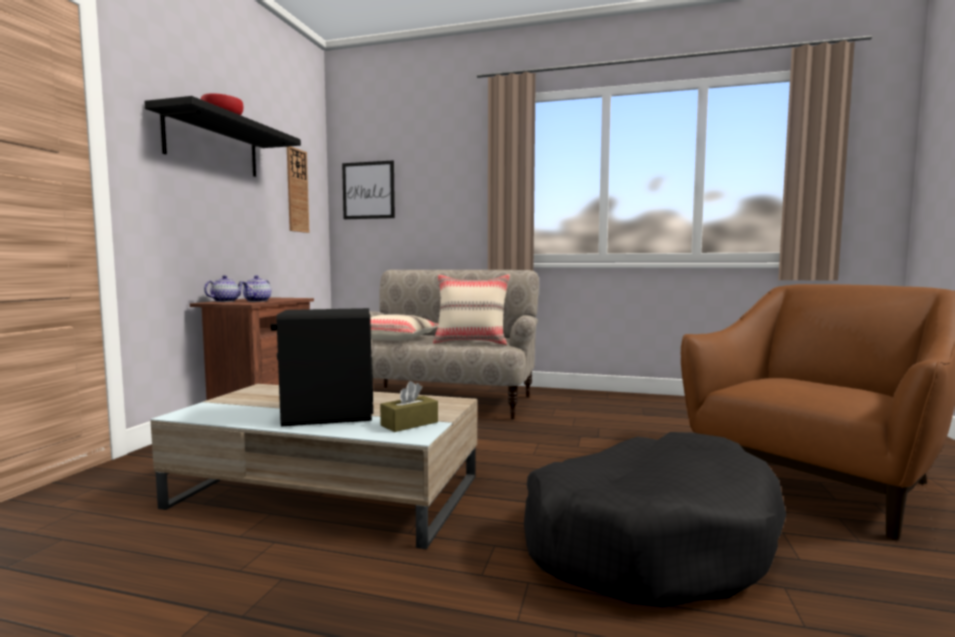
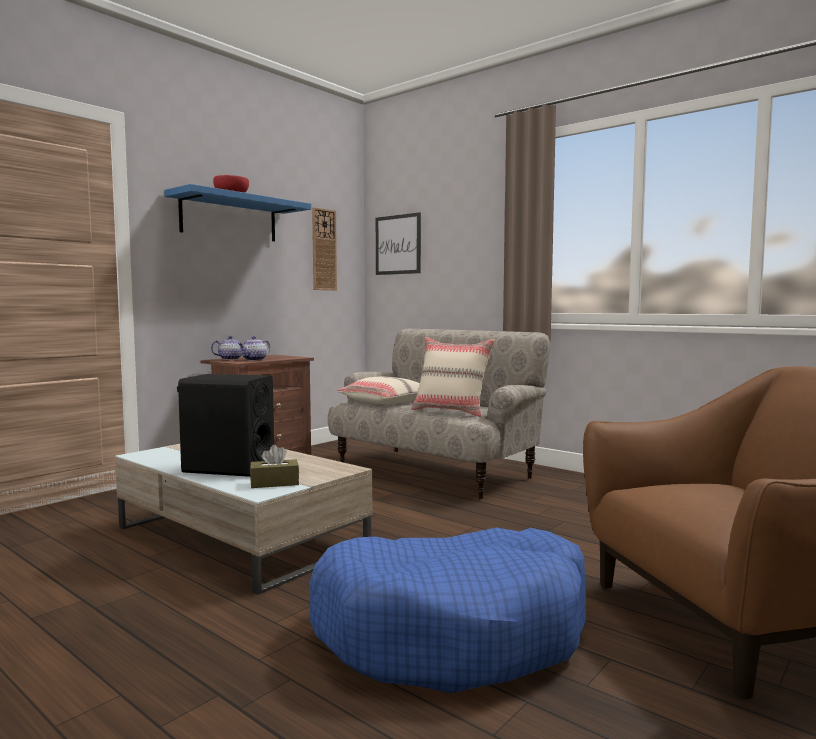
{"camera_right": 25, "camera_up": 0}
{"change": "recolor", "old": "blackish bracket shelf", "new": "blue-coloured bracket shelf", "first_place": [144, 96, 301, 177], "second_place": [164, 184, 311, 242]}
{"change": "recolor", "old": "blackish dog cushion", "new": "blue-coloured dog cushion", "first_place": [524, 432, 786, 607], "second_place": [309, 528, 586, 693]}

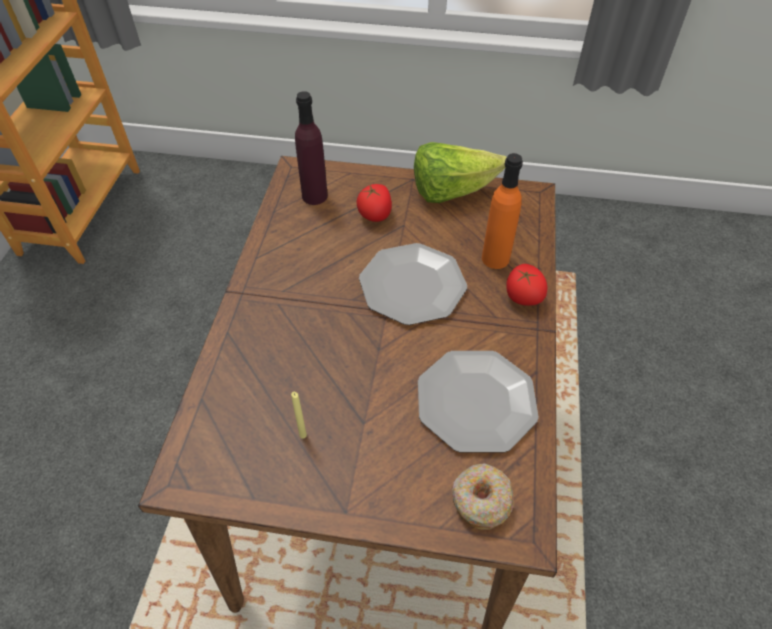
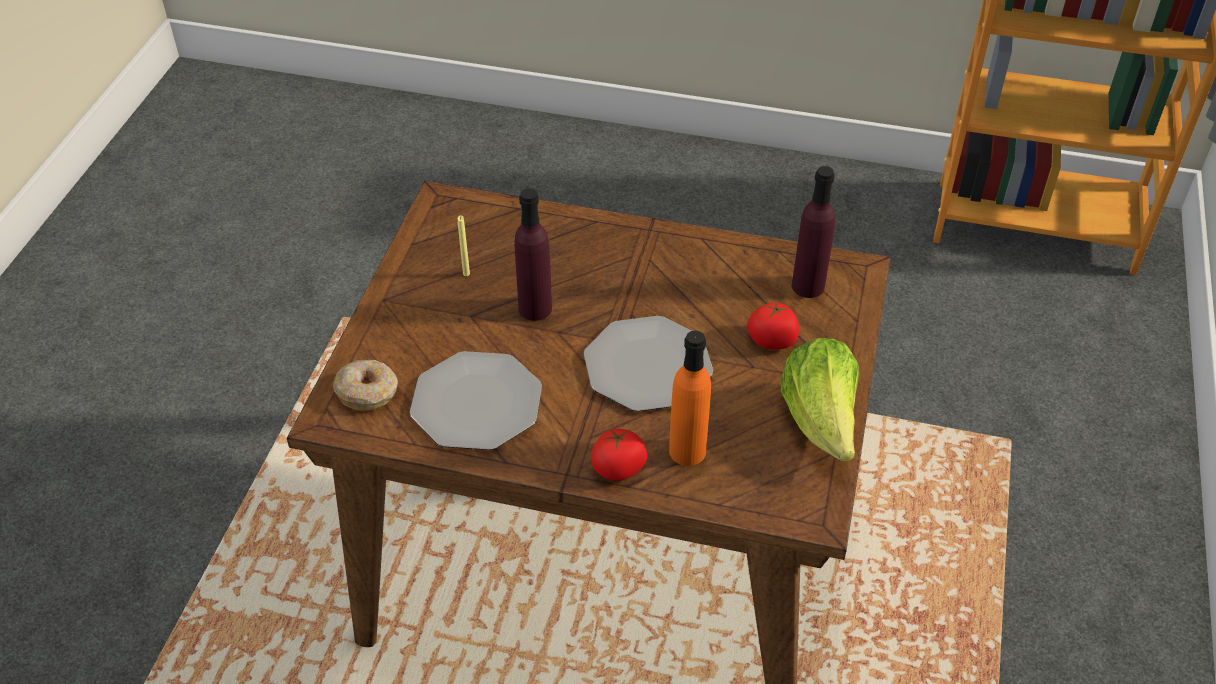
{"camera_right": 95, "camera_up": -5}
{"change": "insert", "new": "purple beverage bottle", "second_place": [514, 188, 552, 321]}

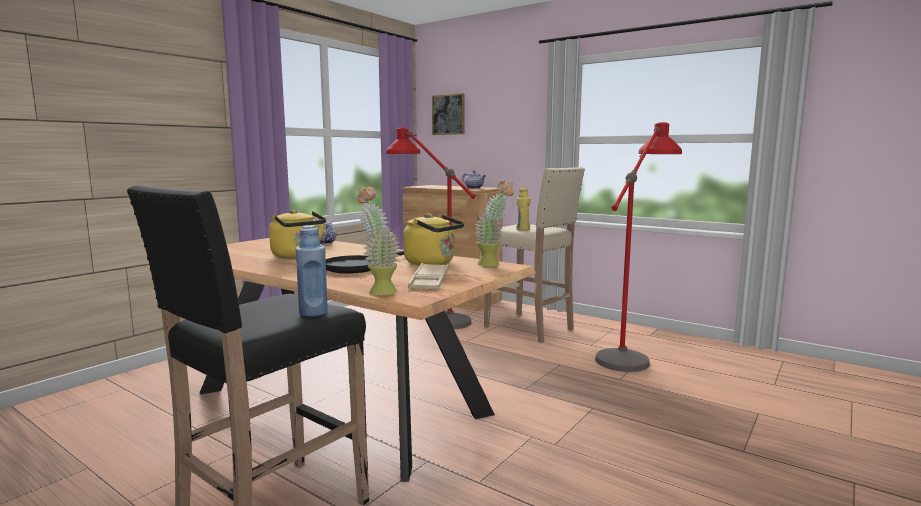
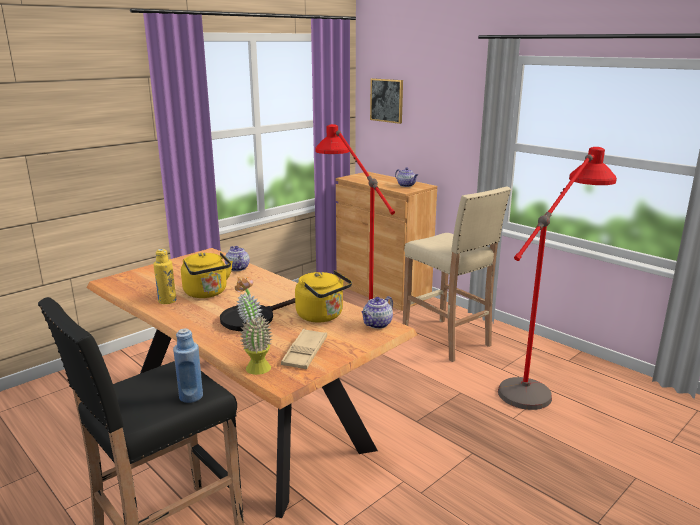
{"camera_right": 10, "camera_up": 10}
{"change": "replace", "old": "plant in a pot", "new": "tea pot", "first_place": [475, 181, 514, 267], "second_place": [361, 296, 393, 329]}
{"change": "move", "old": "yellow beverage bottle", "first_place": [516, 187, 531, 231], "second_place": [153, 249, 176, 304]}

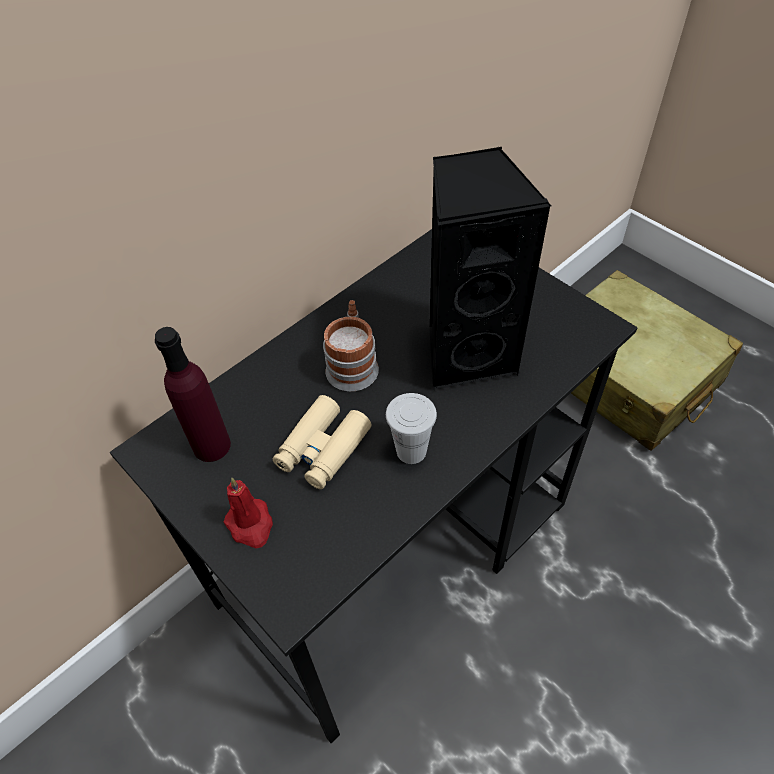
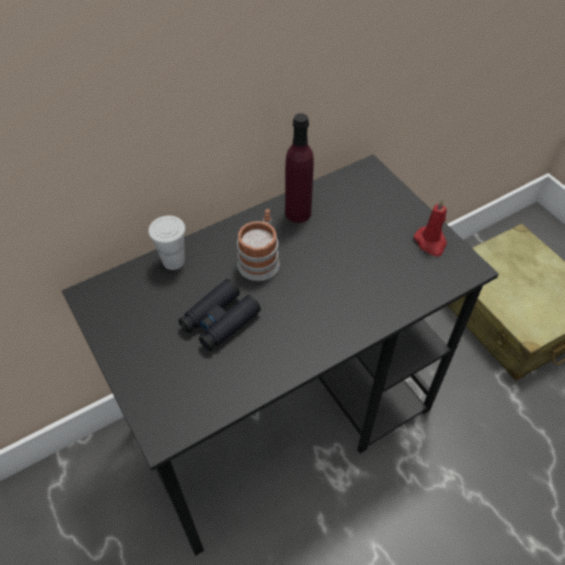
{"camera_right": 10, "camera_up": 0}
{"change": "delete", "old": "blackish audio speaker", "first_place": [429, 147, 551, 390]}
{"change": "move", "old": "purple beverage bottle", "first_place": [155, 327, 231, 462], "second_place": [285, 113, 314, 223]}
{"change": "move", "old": "whitish cup", "first_place": [386, 393, 437, 464], "second_place": [148, 216, 185, 270]}
{"change": "recolor", "old": "beige field glasses", "new": "blackish field glasses", "first_place": [273, 395, 372, 489], "second_place": [178, 279, 261, 351]}
{"change": "move", "old": "red wax light", "first_place": [223, 477, 273, 548], "second_place": [414, 199, 447, 256]}

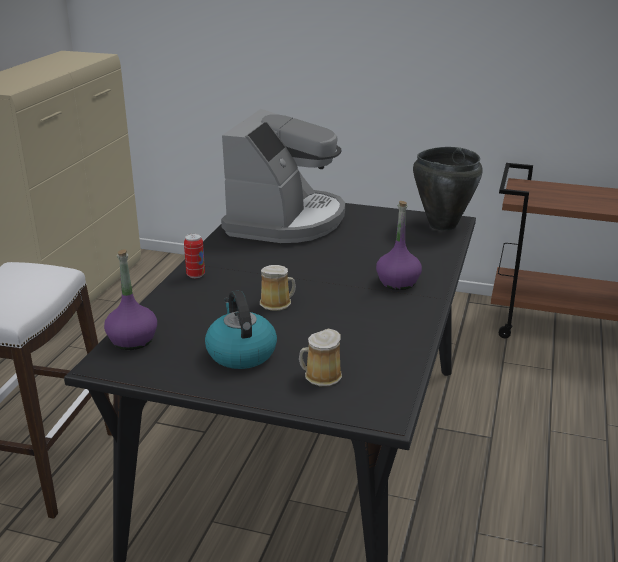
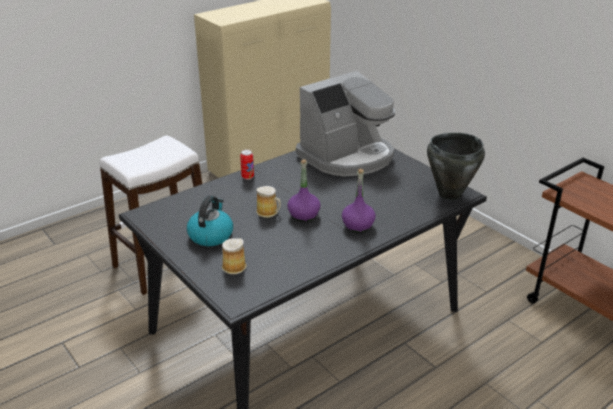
{"camera_right": 35, "camera_up": 5}
{"change": "move", "old": "purple beverage bottle", "first_place": [104, 249, 157, 350], "second_place": [287, 159, 320, 222]}

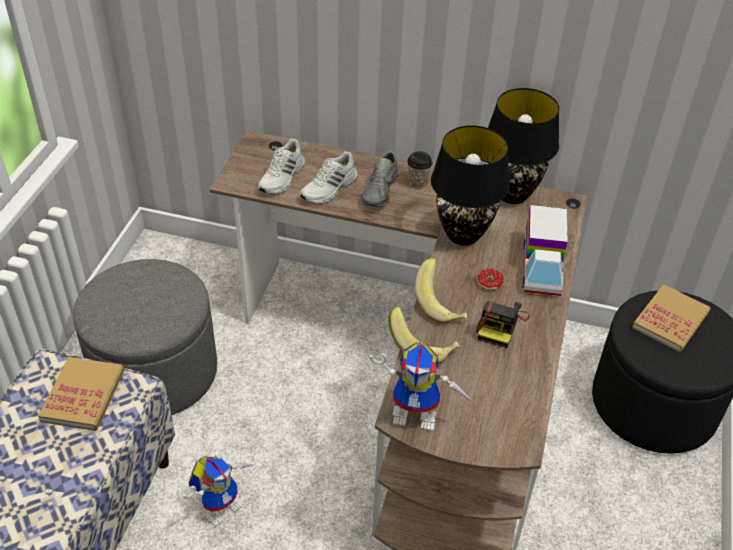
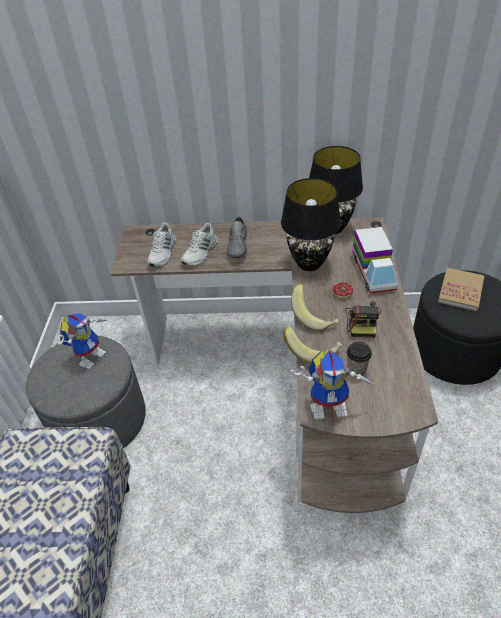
{"camera_right": -10, "camera_up": 0}
{"change": "move", "old": "cup", "first_place": [407, 151, 432, 189], "second_place": [347, 342, 372, 375]}
{"change": "delete", "old": "book", "first_place": [38, 357, 125, 431]}
{"change": "move", "old": "model robot", "first_place": [183, 455, 254, 527], "second_place": [55, 313, 108, 370]}

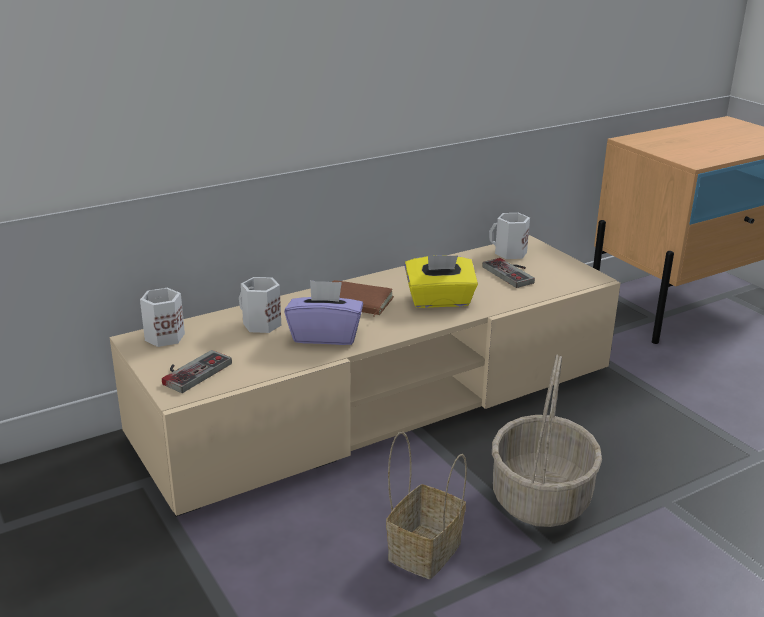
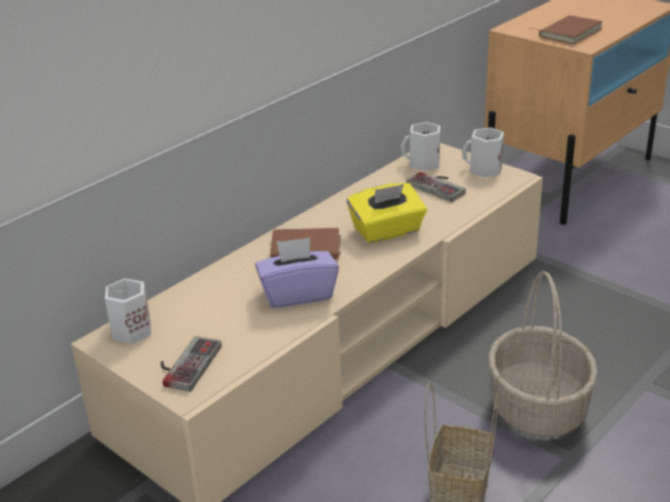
{"camera_right": -15, "camera_up": 5}
{"change": "move", "old": "whitish coffee mug", "first_place": [239, 277, 281, 333], "second_place": [462, 127, 504, 178]}
{"change": "insert", "new": "brown book", "second_place": [529, 15, 602, 44]}

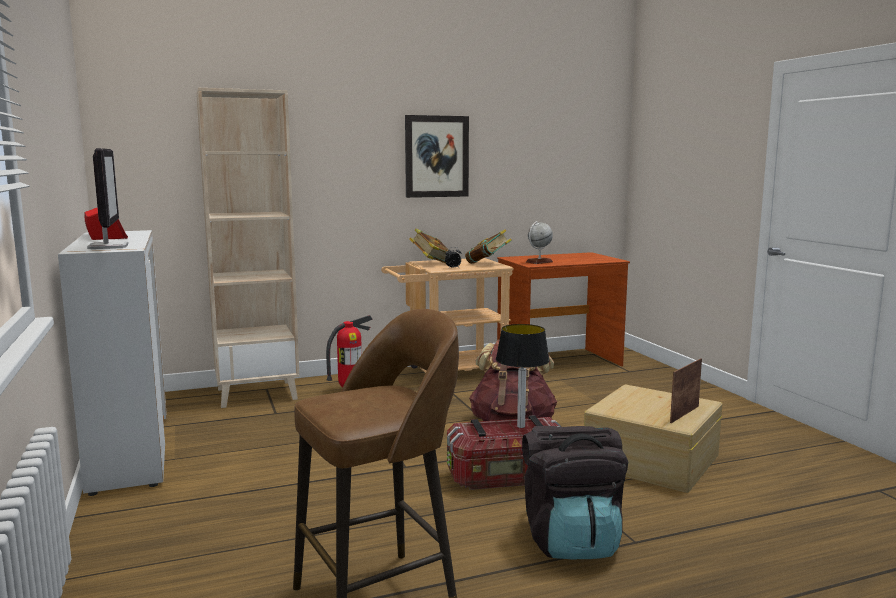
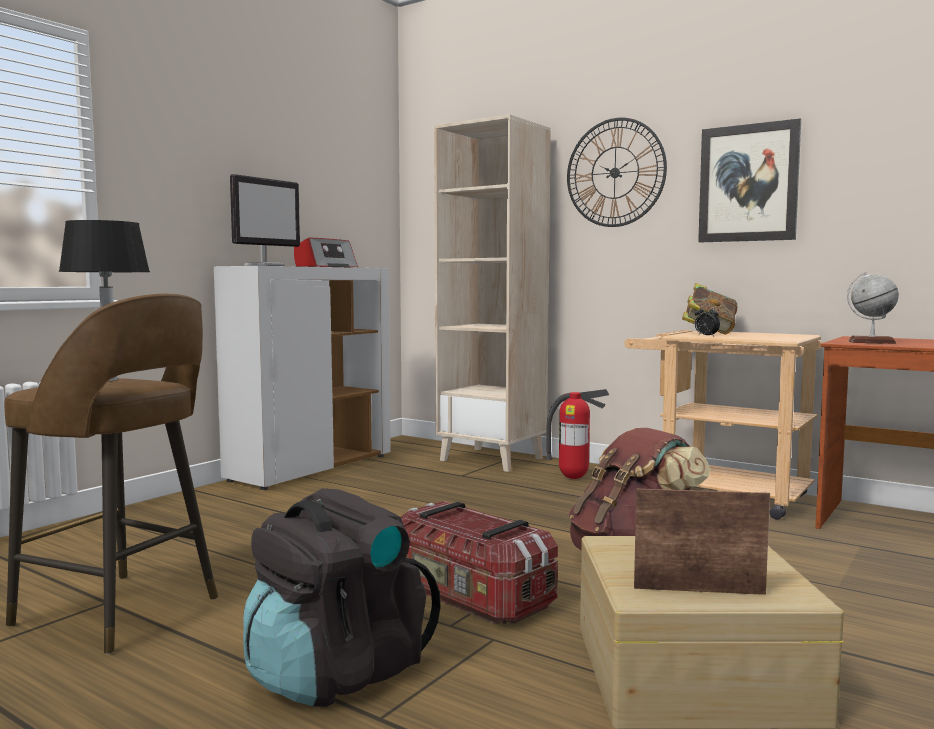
{"camera_right": 55, "camera_up": -5}
{"change": "delete", "old": "book", "first_place": [465, 229, 512, 264]}
{"change": "move", "old": "table lamp", "first_place": [496, 324, 550, 428], "second_place": [59, 220, 150, 381]}
{"change": "insert", "new": "clock on the wall", "second_place": [567, 118, 667, 227]}

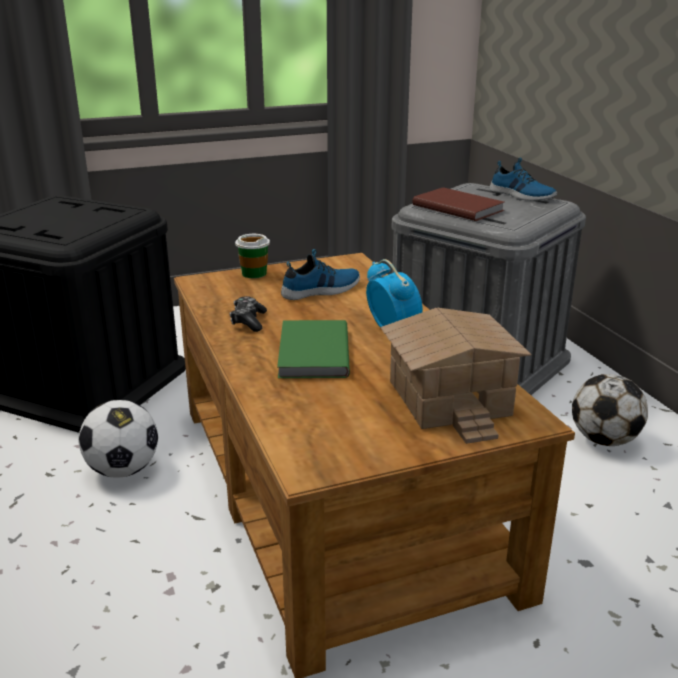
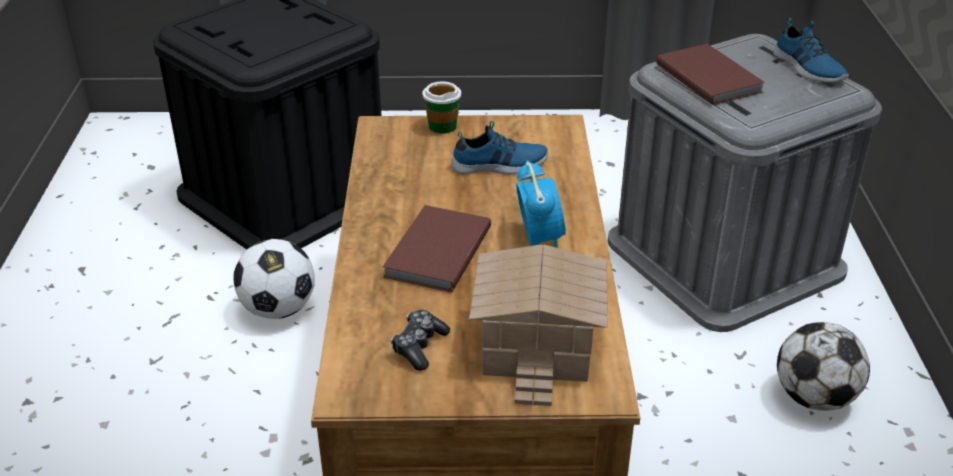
{"camera_right": 20, "camera_up": 10}
{"change": "move", "old": "game controller", "first_place": [229, 296, 267, 332], "second_place": [391, 310, 450, 371]}
{"change": "recolor", "old": "green book", "new": "brown book", "first_place": [277, 320, 350, 378], "second_place": [383, 205, 491, 292]}

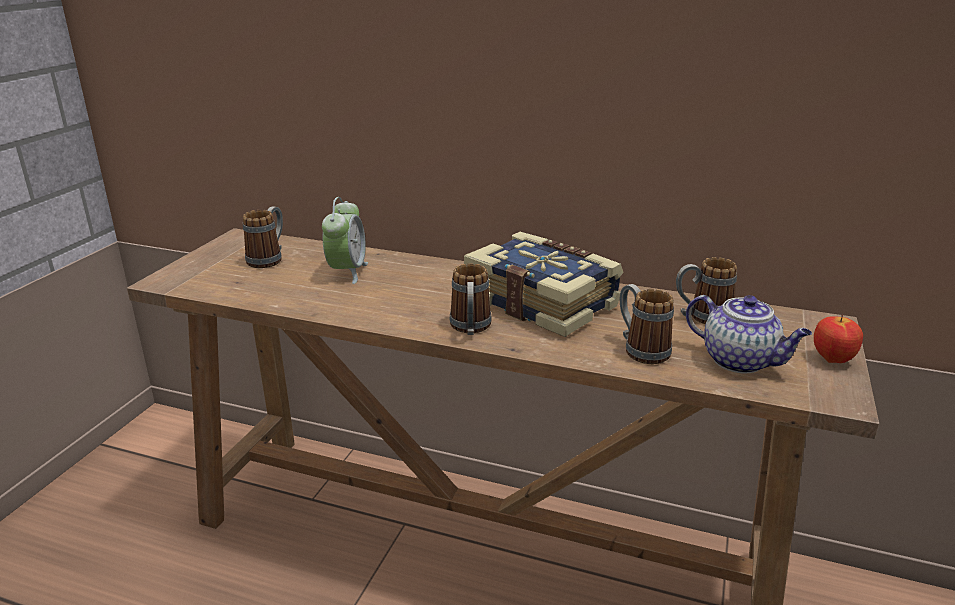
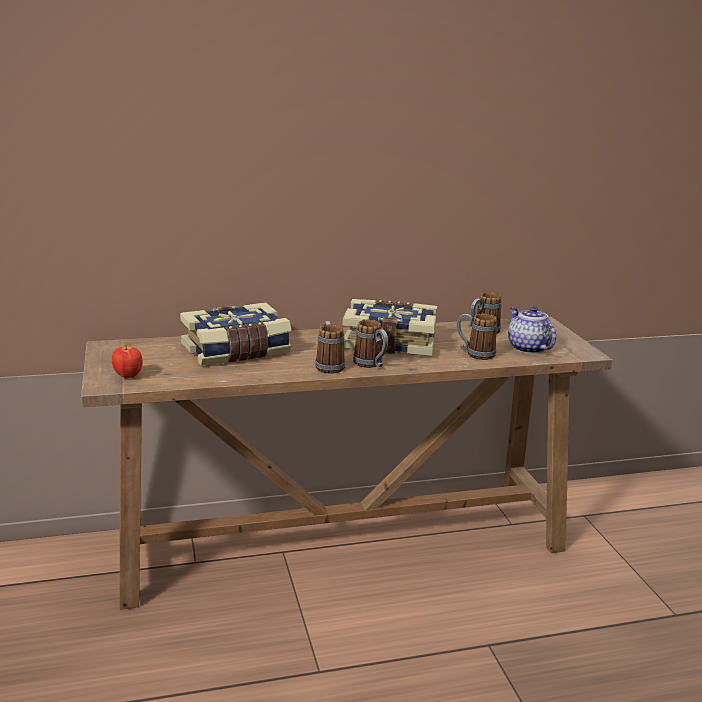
{"camera_right": -35, "camera_up": -5}
{"change": "replace", "old": "alarm clock", "new": "book", "first_place": [322, 197, 368, 284], "second_place": [180, 302, 292, 366]}
{"change": "move", "old": "coffee mug", "first_place": [243, 206, 283, 268], "second_place": [315, 321, 345, 374]}
{"change": "rotate", "old": "tea pot", "first_place": [686, 295, 812, 374], "second_place": [508, 307, 556, 354], "degrees": -120}
{"change": "move", "old": "whole apple", "first_place": [814, 315, 863, 363], "second_place": [112, 345, 143, 379]}

